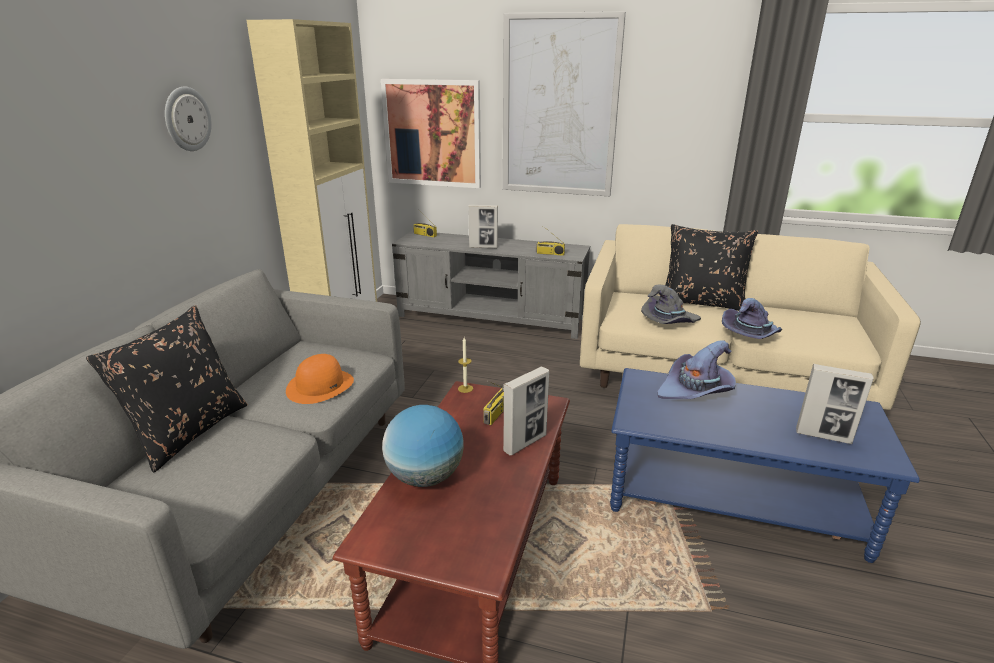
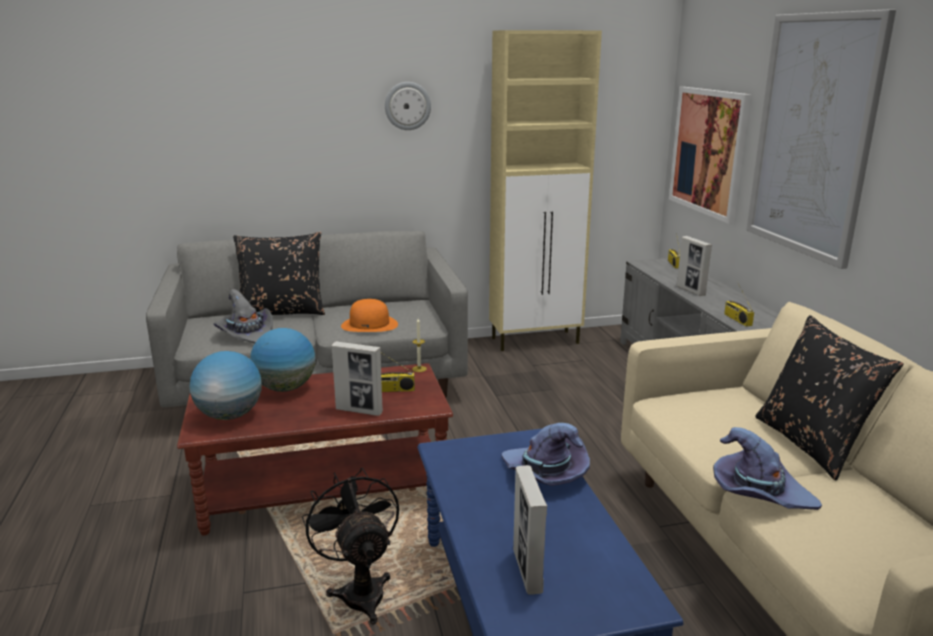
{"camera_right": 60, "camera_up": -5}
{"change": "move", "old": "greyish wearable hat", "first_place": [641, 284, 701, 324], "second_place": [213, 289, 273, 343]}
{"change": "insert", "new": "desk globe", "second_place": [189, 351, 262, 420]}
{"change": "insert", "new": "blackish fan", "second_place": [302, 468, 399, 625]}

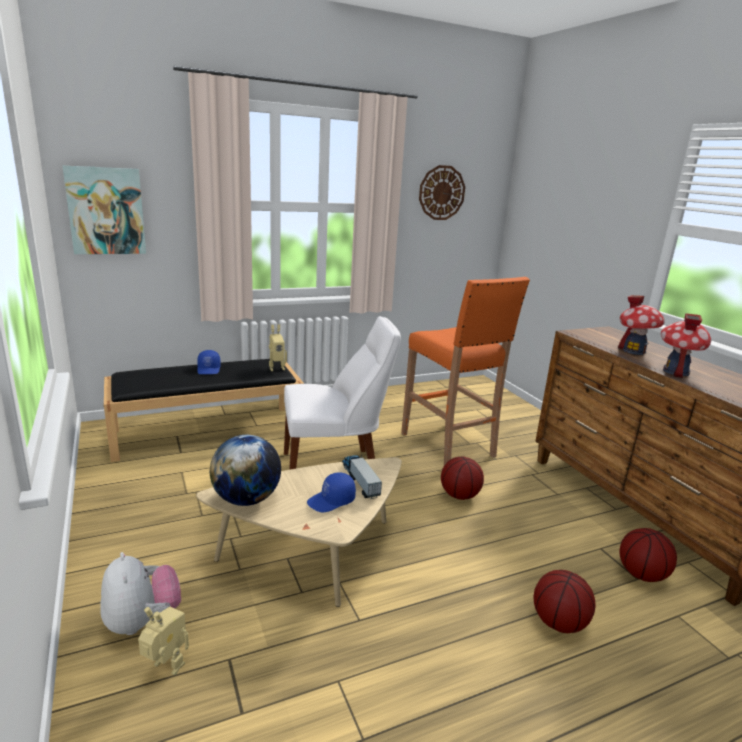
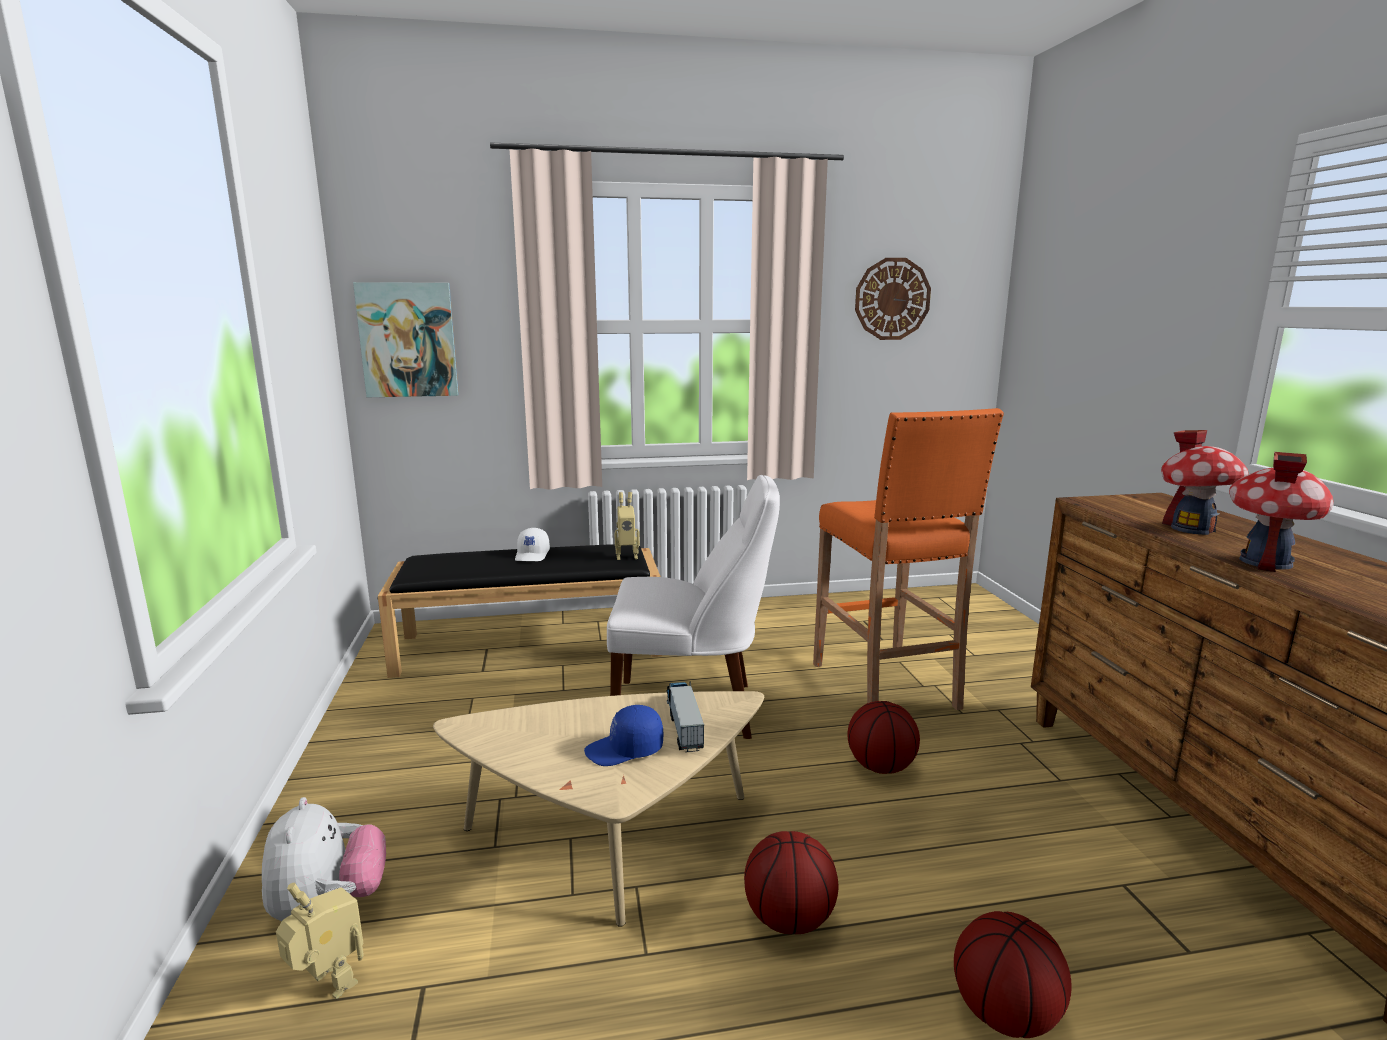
{"camera_right": 15, "camera_up": -5}
{"change": "recolor", "old": "blue-coloured baseball cap", "new": "whitish baseball cap", "first_place": [197, 350, 221, 374], "second_place": [515, 528, 550, 561]}
{"change": "delete", "old": "desk globe", "first_place": [210, 435, 281, 506]}
{"change": "move", "old": "basketball", "first_place": [619, 528, 677, 582], "second_place": [744, 831, 838, 934]}

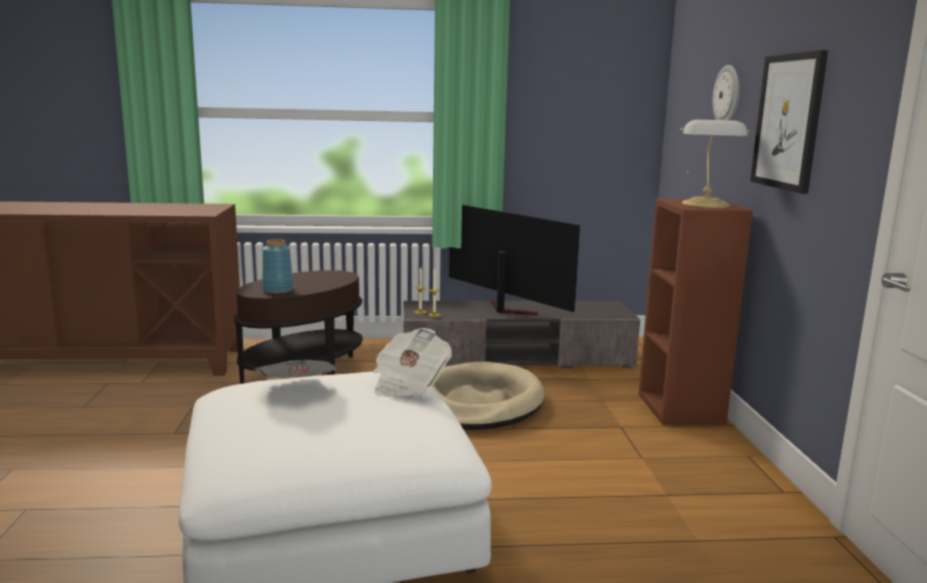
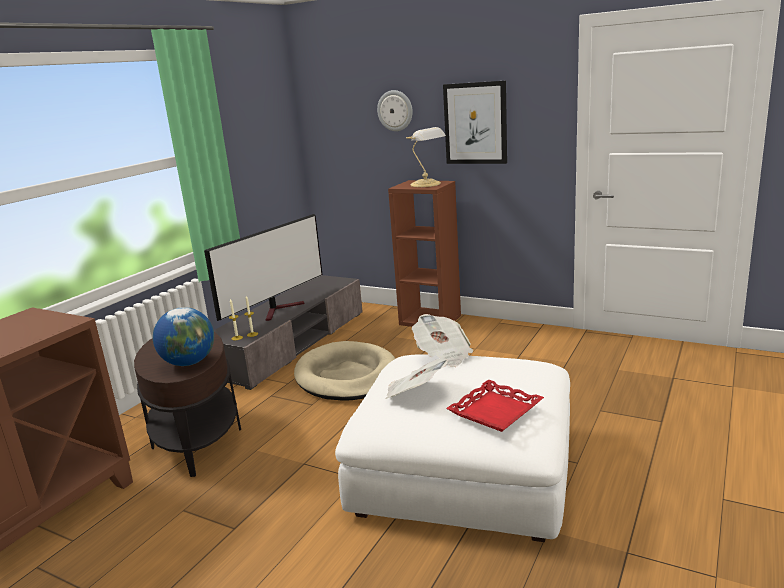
{"camera_right": -55, "camera_up": 5}
{"change": "rotate", "old": "TV", "first_place": [449, 205, 580, 315], "second_place": [204, 214, 323, 321], "degrees": 135}
{"change": "replace", "old": "blue-coloured flower vase", "new": "desk globe", "first_place": [262, 239, 294, 294], "second_place": [153, 307, 214, 366]}
{"change": "insert", "new": "red carrying tray", "second_place": [446, 380, 544, 432]}

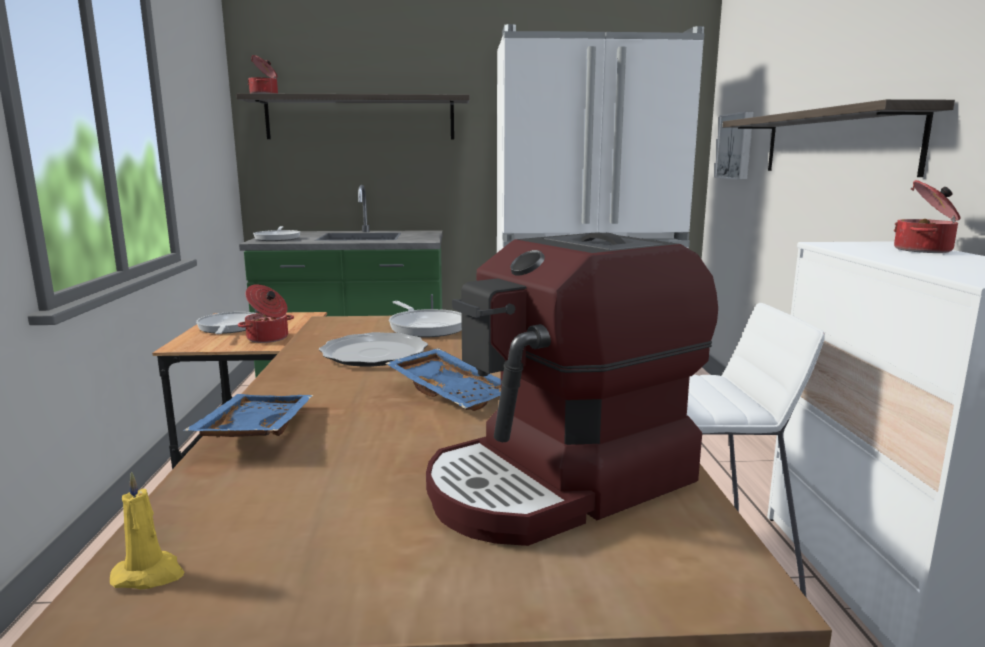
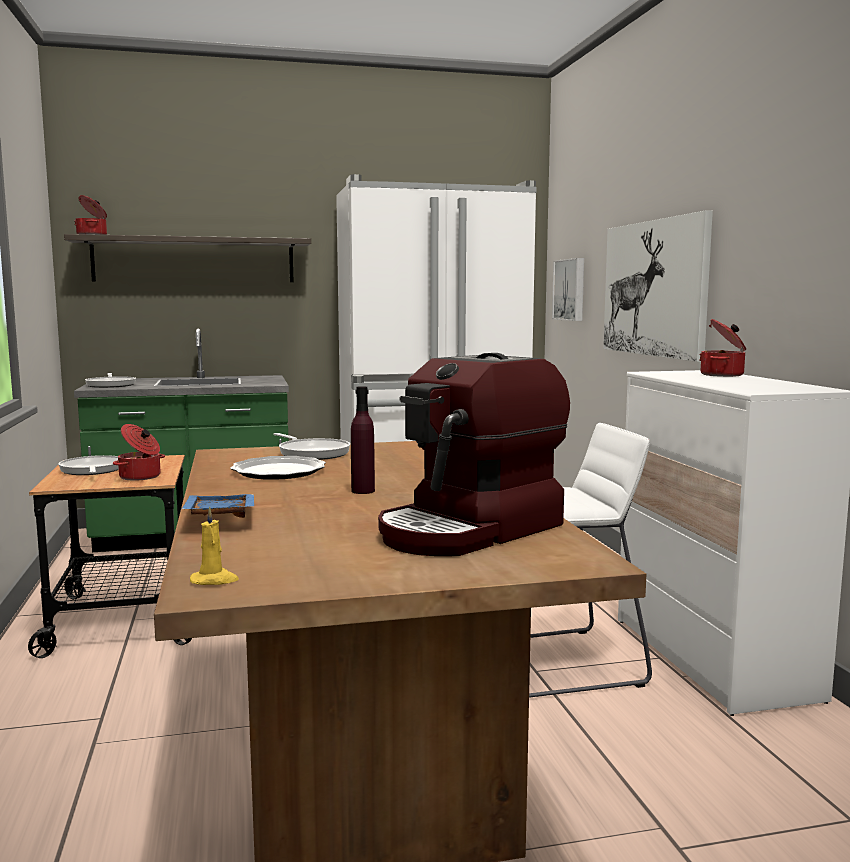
{"camera_right": -10, "camera_up": -5}
{"change": "replace", "old": "bracket shelf", "new": "wall picture", "first_place": [722, 99, 955, 177], "second_place": [603, 210, 713, 362]}
{"change": "replace", "old": "blue-coloured carrying tray", "new": "purple beverage bottle", "first_place": [385, 348, 501, 411], "second_place": [351, 386, 375, 494]}

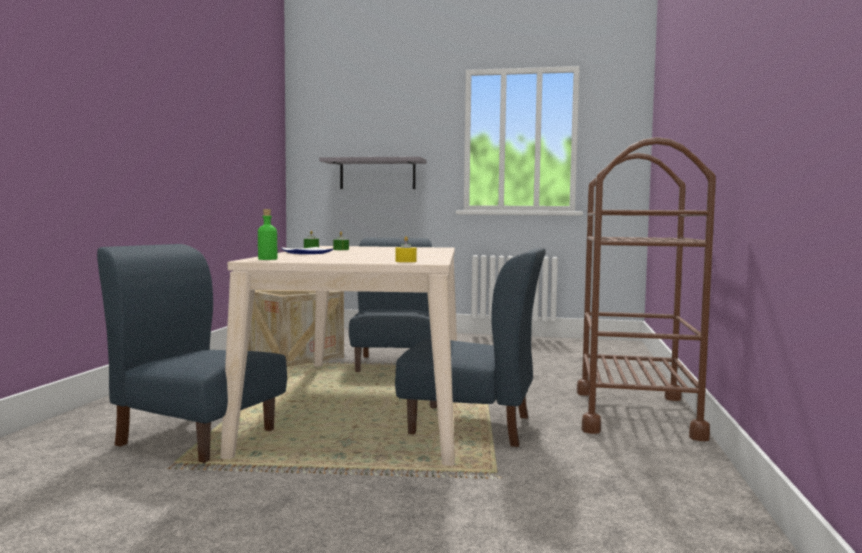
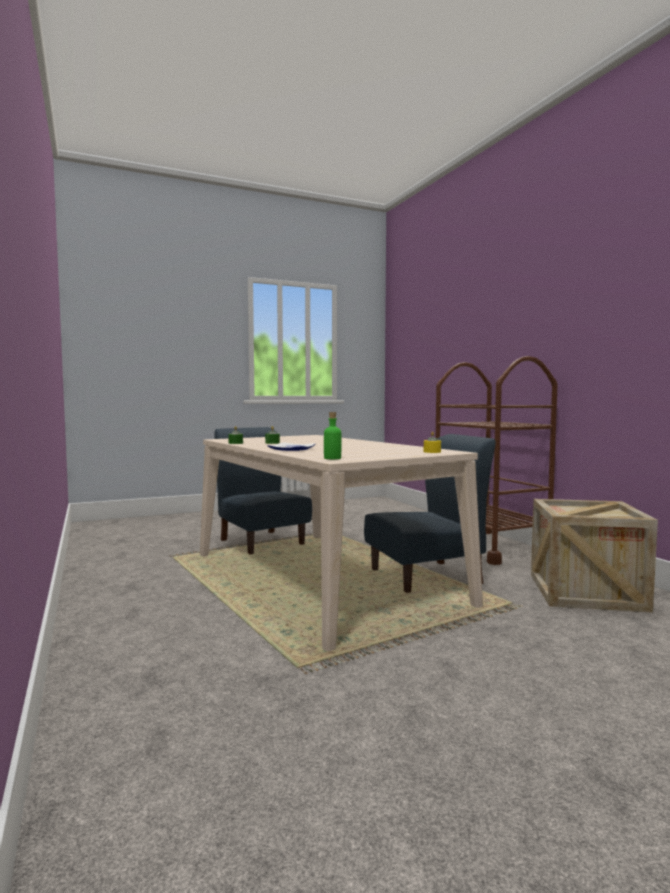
{"camera_right": -35, "camera_up": 0}
{"change": "delete", "old": "greyish bracket shelf", "first_place": [319, 156, 426, 189]}
{"change": "delete", "old": "blue-coloured plain chair", "first_place": [97, 244, 287, 465]}
{"change": "move", "old": "shipping crate", "first_place": [248, 290, 344, 367], "second_place": [531, 499, 658, 613]}

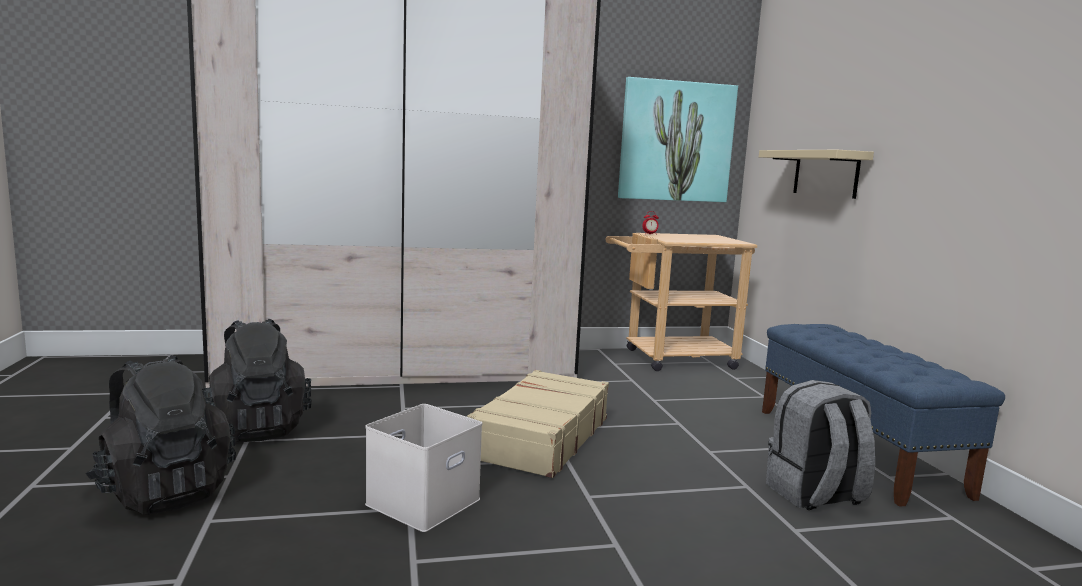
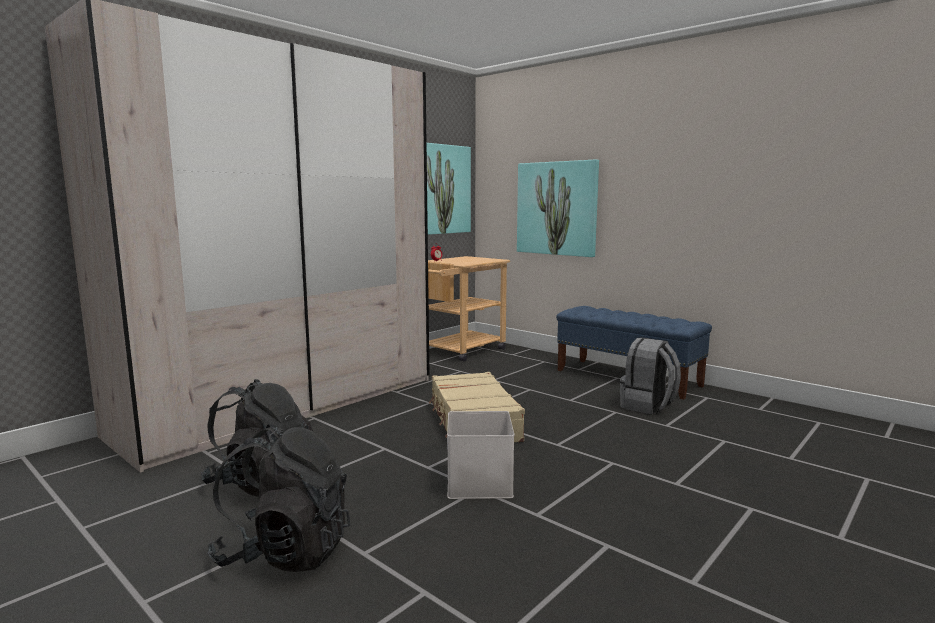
{"camera_right": -35, "camera_up": 0}
{"change": "replace", "old": "beige bracket shelf", "new": "wall picture", "first_place": [759, 150, 874, 199], "second_place": [517, 160, 599, 257]}

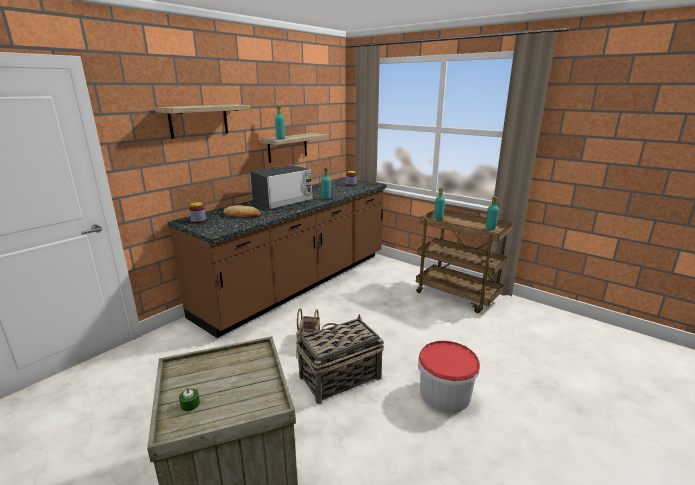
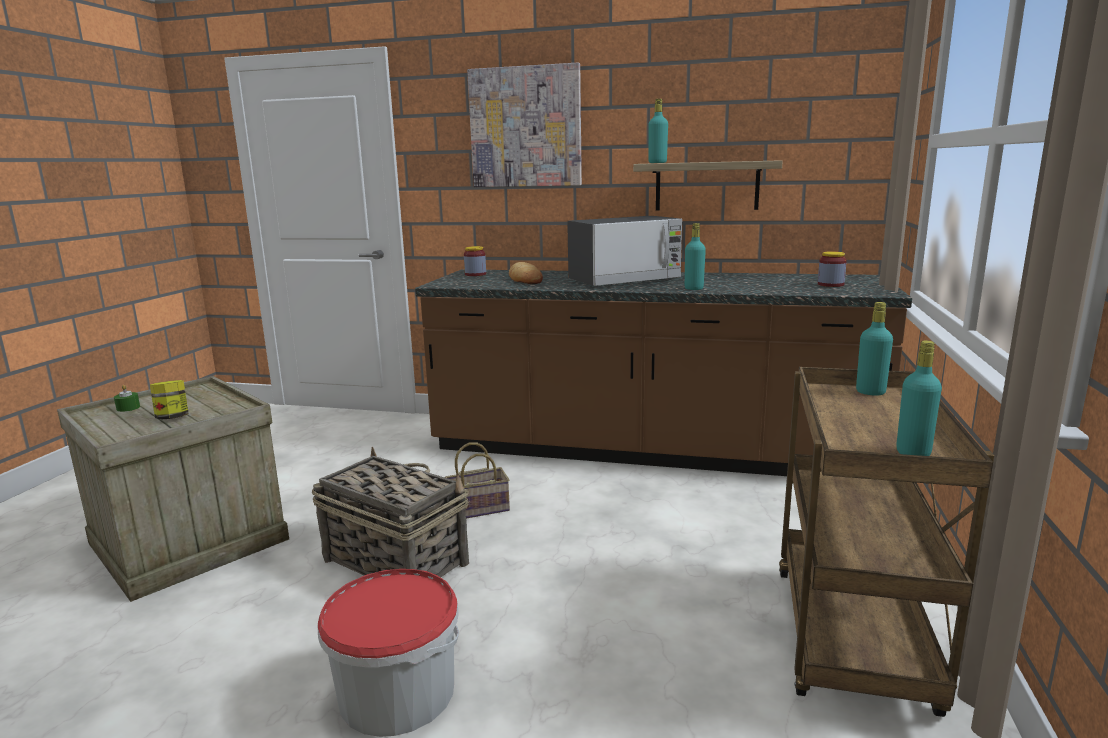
{"camera_right": 65, "camera_up": -5}
{"change": "replace", "old": "bracket shelf", "new": "wall picture", "first_place": [155, 104, 251, 139], "second_place": [467, 63, 582, 187]}
{"change": "rotate", "old": "microwave", "first_place": [250, 166, 313, 209], "second_place": [567, 216, 682, 286], "degrees": -45}
{"change": "insert", "new": "storage jar", "second_place": [150, 380, 189, 419]}

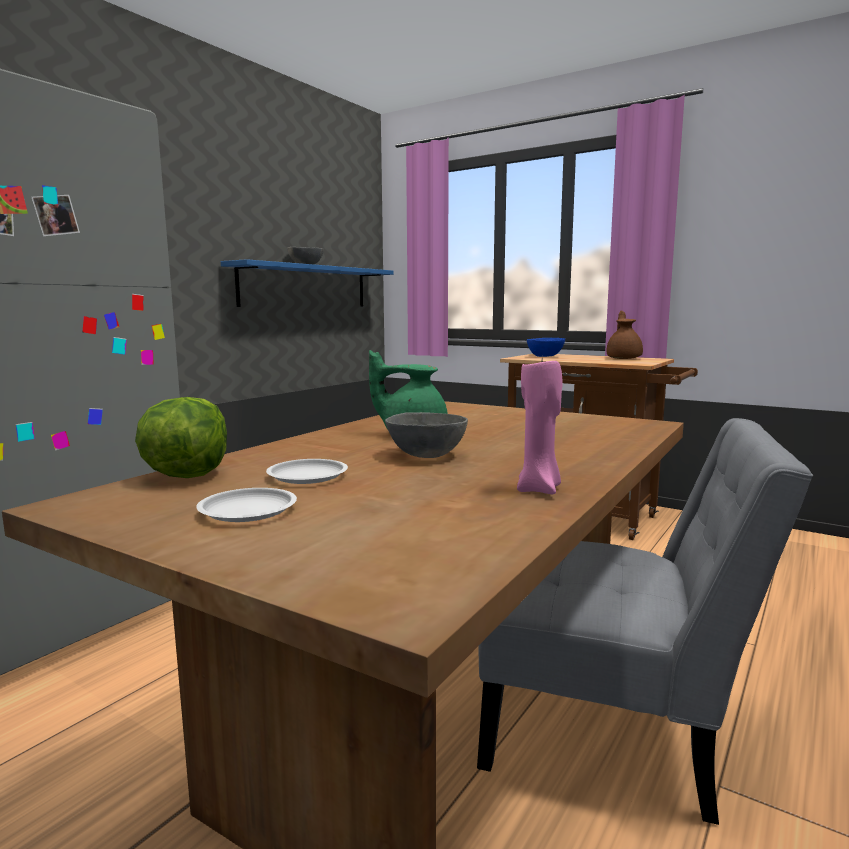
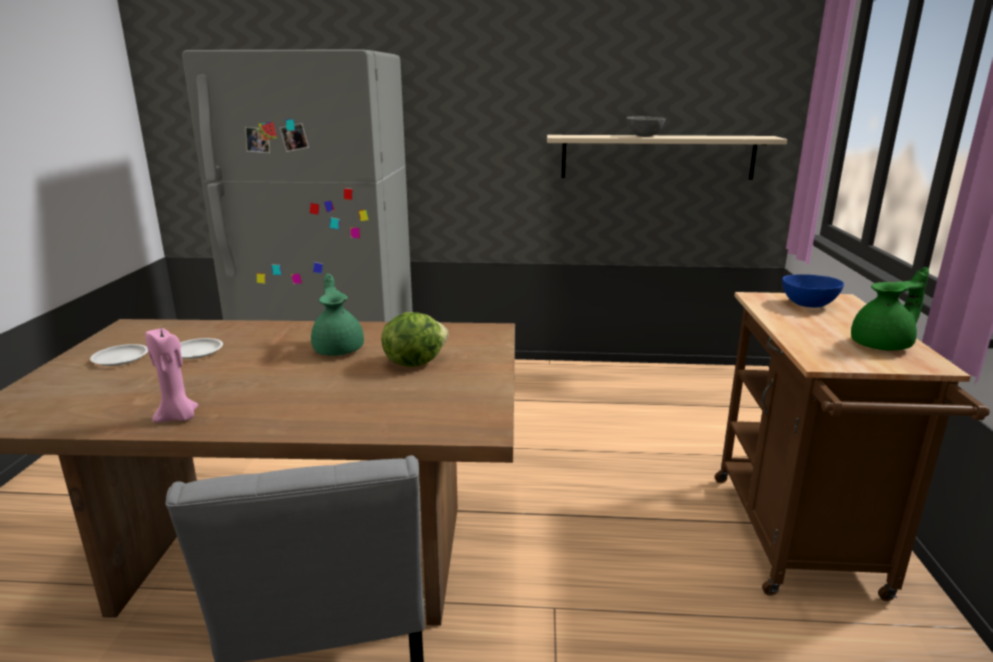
{"camera_right": 60, "camera_up": 10}
{"change": "recolor", "old": "blue-coloured bracket shelf", "new": "beige bracket shelf", "first_place": [221, 259, 394, 307], "second_place": [547, 135, 787, 180]}
{"change": "recolor", "old": "brown tea pot", "new": "green tea pot", "first_place": [607, 311, 643, 359], "second_place": [851, 267, 929, 351]}
{"change": "move", "old": "lettuce head", "first_place": [135, 397, 227, 478], "second_place": [381, 312, 449, 367]}
{"change": "delete", "old": "greyish serving bowl", "first_place": [385, 412, 468, 458]}

